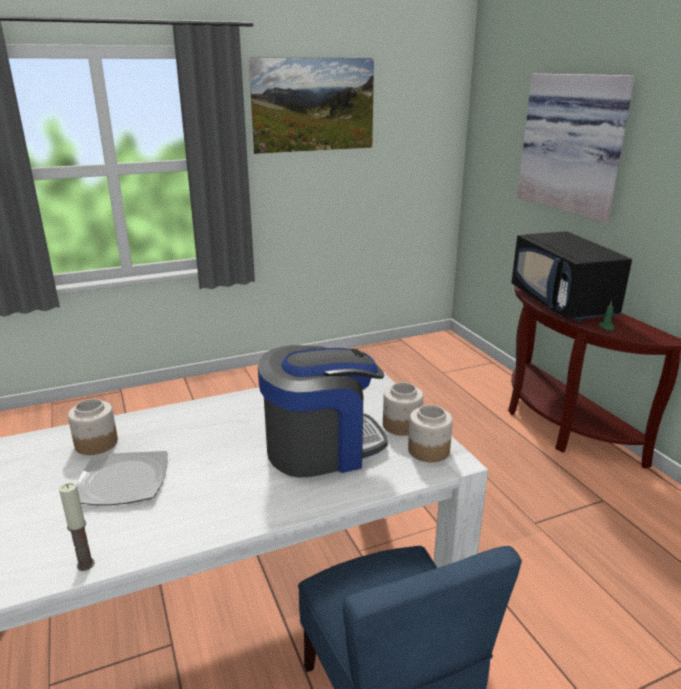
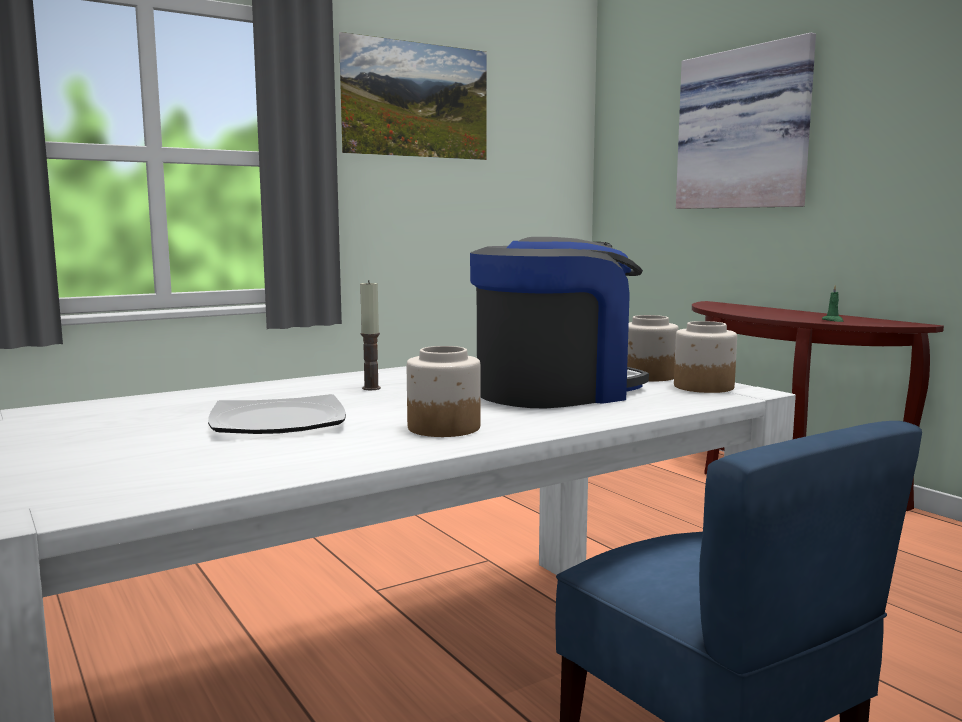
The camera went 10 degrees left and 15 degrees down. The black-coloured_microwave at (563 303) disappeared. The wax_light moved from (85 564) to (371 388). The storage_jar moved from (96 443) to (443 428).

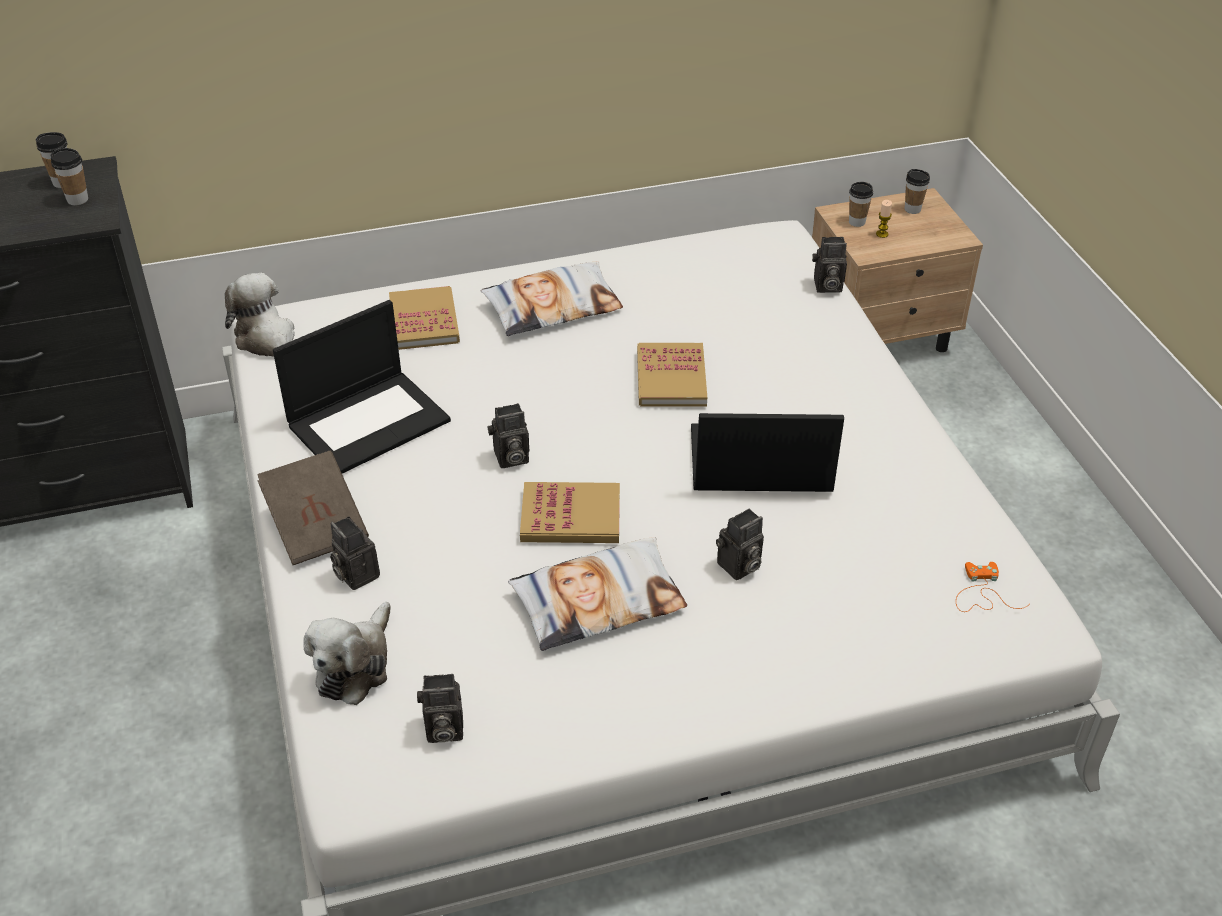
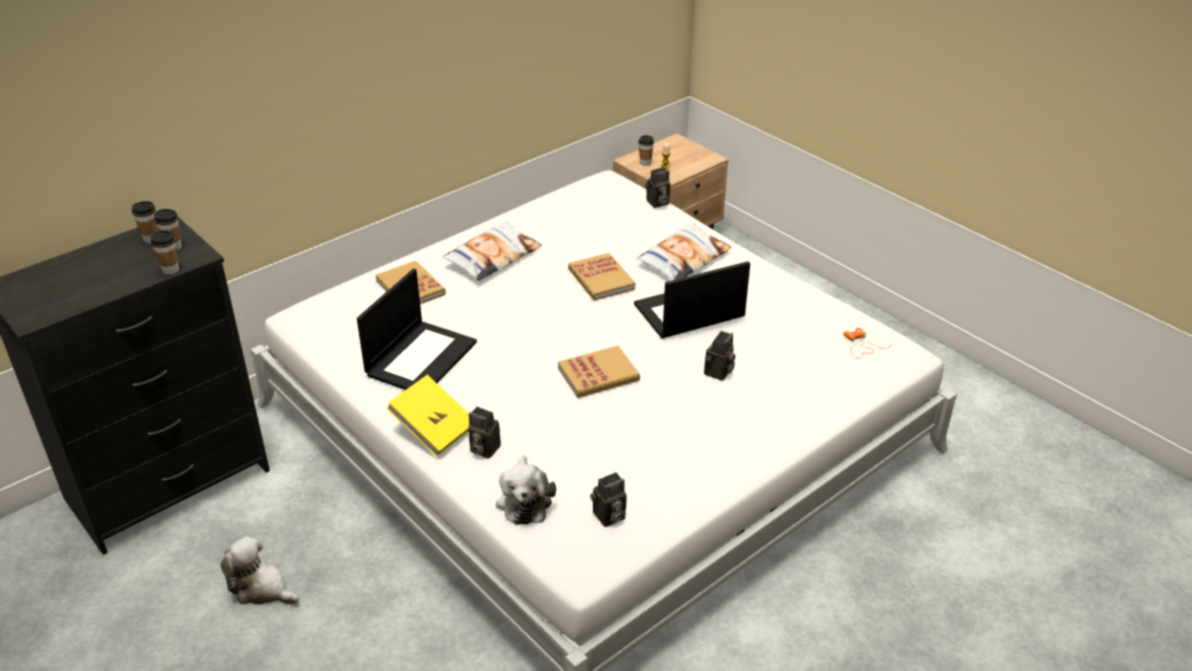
The camera went 25 degrees left and 5 degrees down. The still_camera at (510 458) disappeared. The cuddly_toy moved from (268 340) to (261 588). The pillow moved from (598 601) to (684 259). The drinking_cup moved from (912 209) to (170 270). The brownish_bound_book at (316 526) became the yellow_bound_book at (434 429).

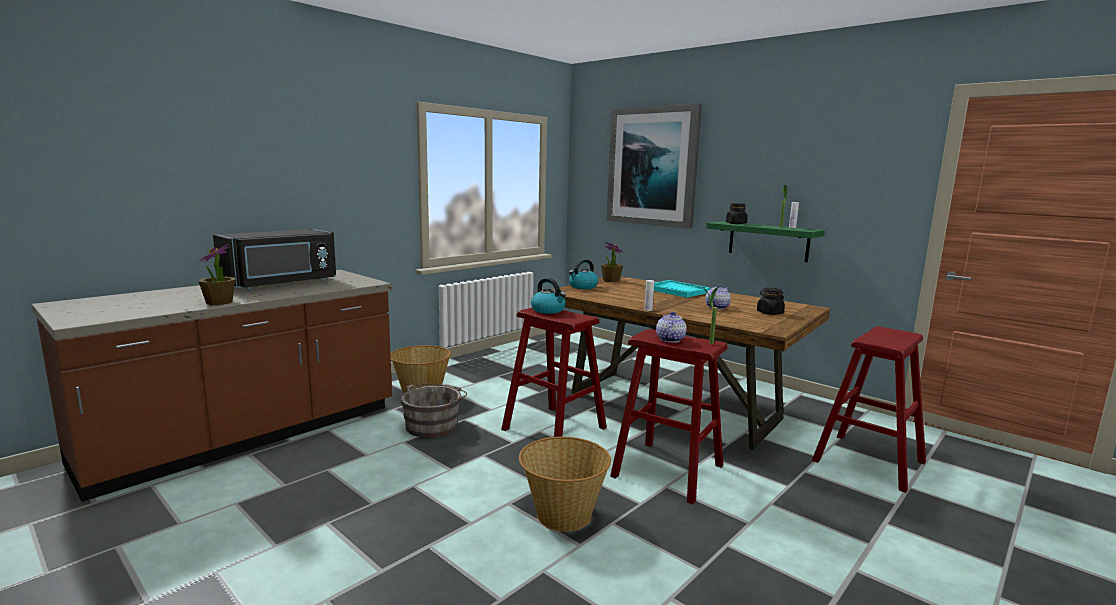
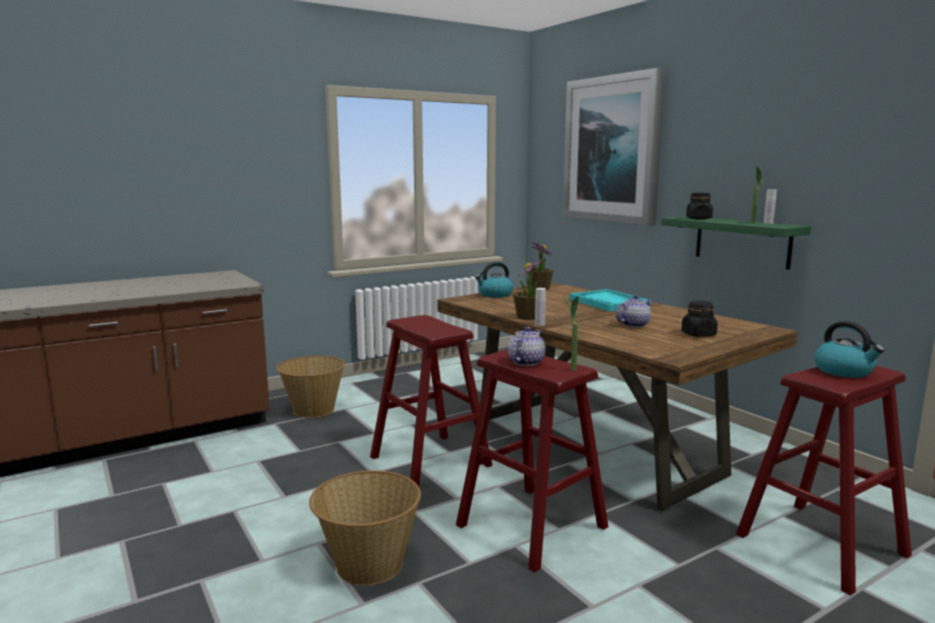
The camera went 15 degrees right and 0 degrees up. The black-coloured_microwave at (281 283) disappeared. The grey_bucket at (434 425) disappeared. The plant_in_a_pot moved from (219 302) to (528 317). The tea_kettle moved from (548 310) to (844 371).

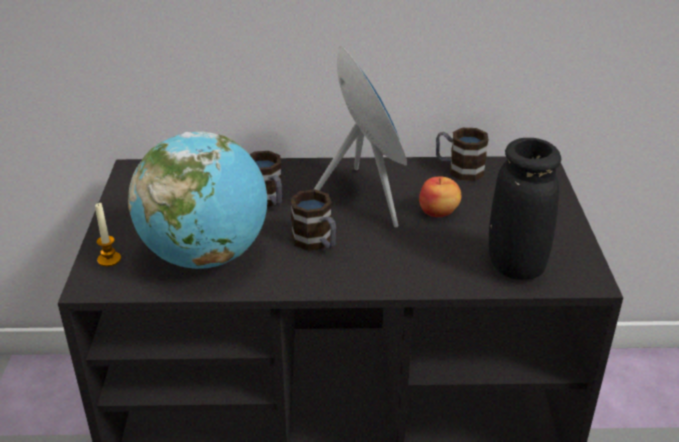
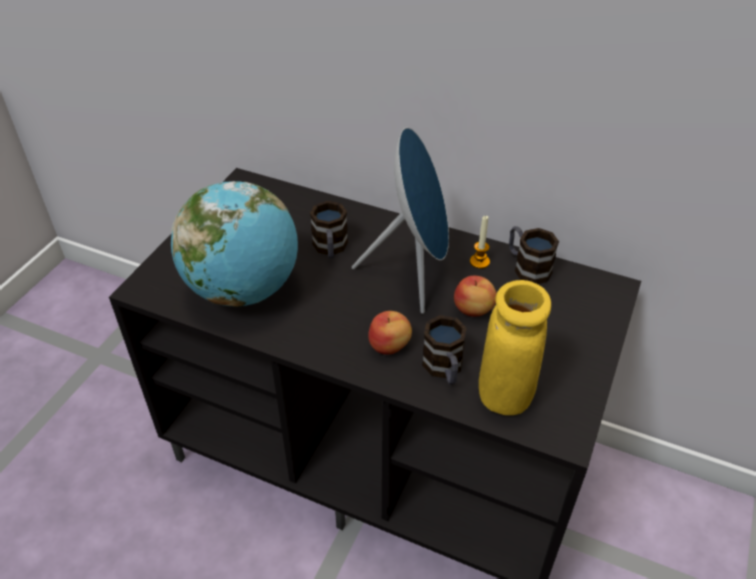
The camera went 25 degrees right and 10 degrees up. The apple_fruit at (390 346) appeared. The wax_light moved from (109 259) to (479 262). The tea_mug moved from (317 243) to (444 369). The black-coloured_vase at (515 265) became the yellow_vase at (505 394).

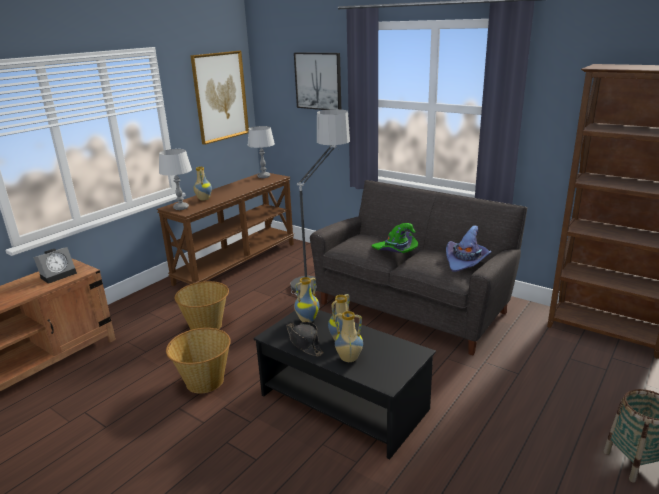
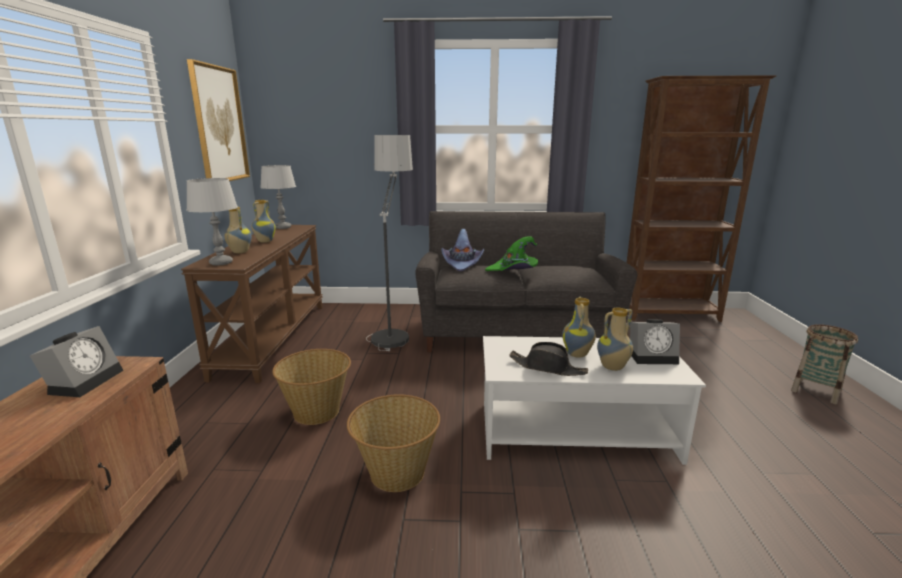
The camera went 35 degrees left and 5 degrees down. The picture at (318 81) disappeared. The bedside_clock at (653 356) appeared. The vase moved from (307 319) to (265 241). The purplish_wearable_hat moved from (466 261) to (462 263). The black-coloured_low_table at (344 402) became the white-coloured_low_table at (576 431).

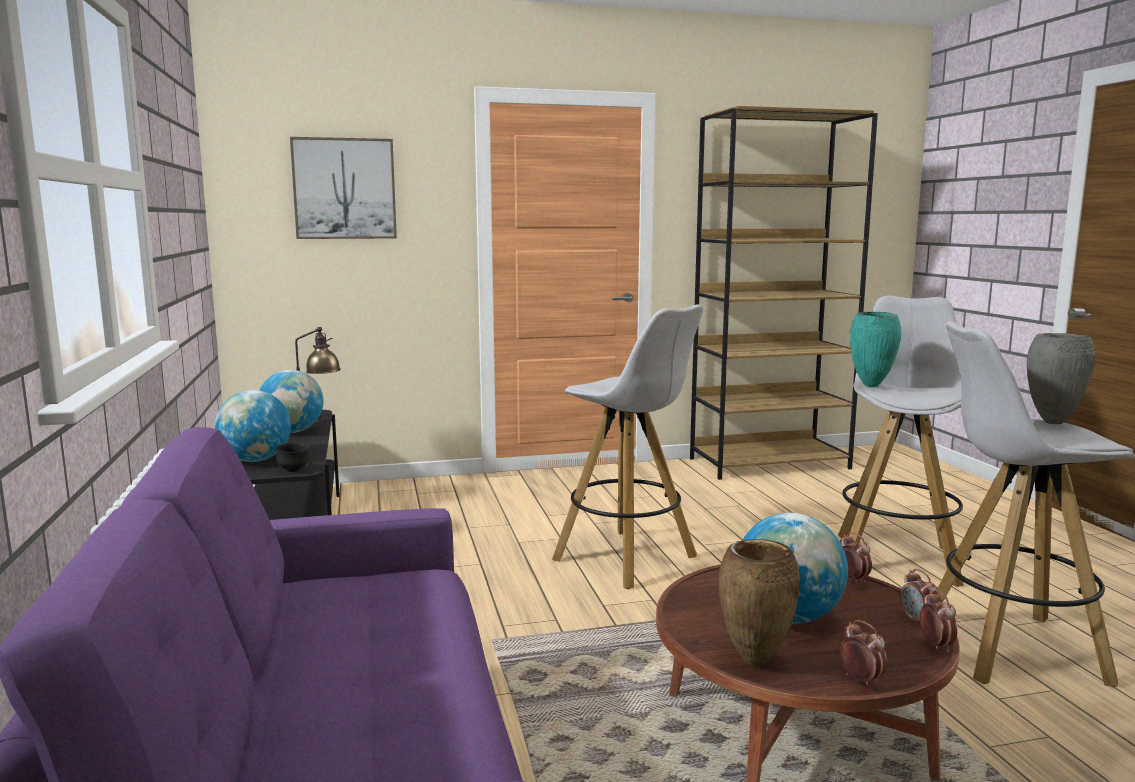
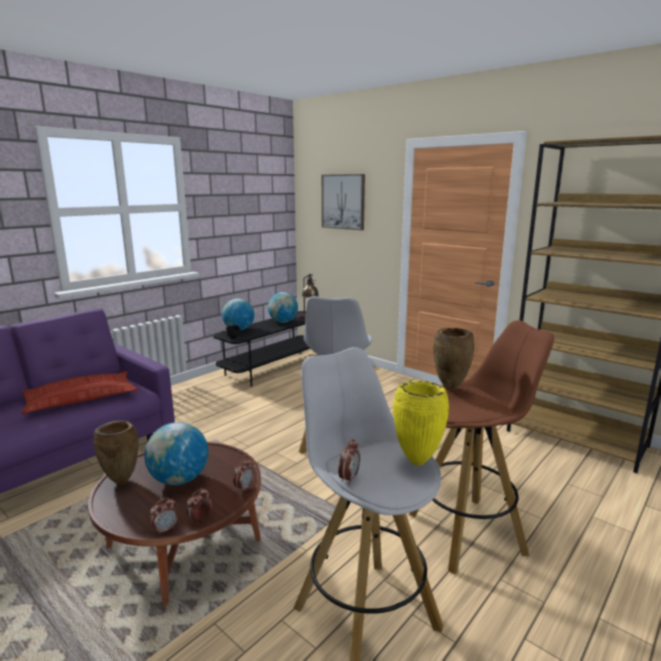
The camera went 55 degrees right and 5 degrees up. The pillow at (81 398) appeared. The bedside_clock moved from (861 680) to (349 478). The white-coloured_stool at (895 559) became the brownish_stool at (467 533). The turquoise_vase at (872 386) became the brownish_vase at (450 388). The grey_vase at (1051 422) became the yellow_vase at (417 461).

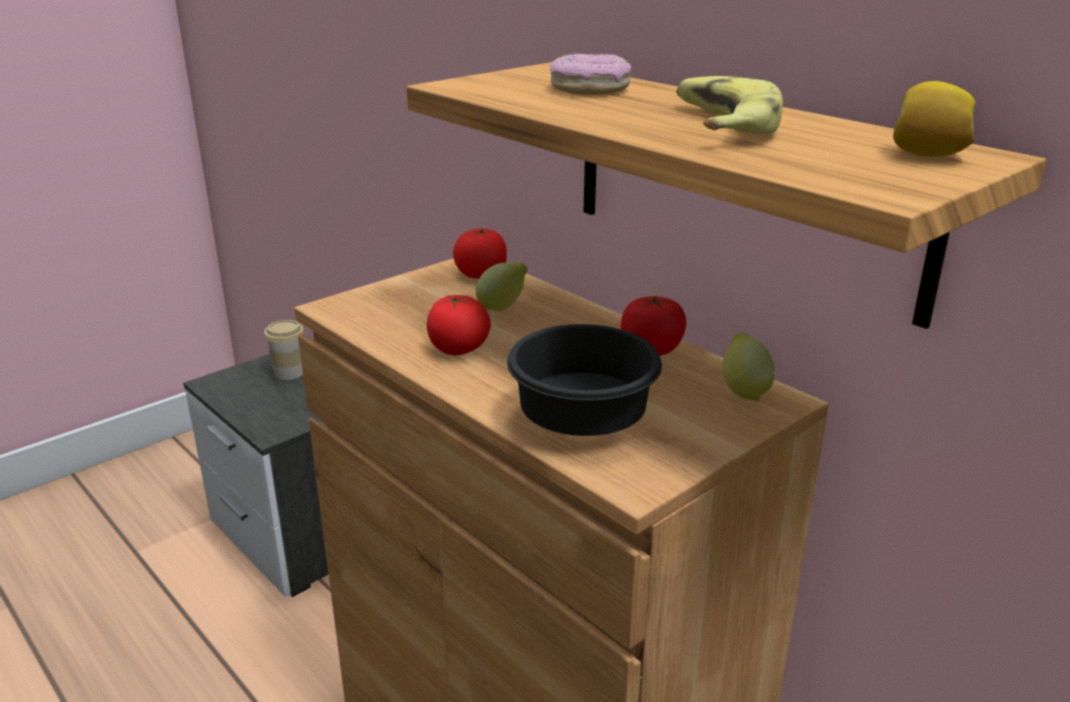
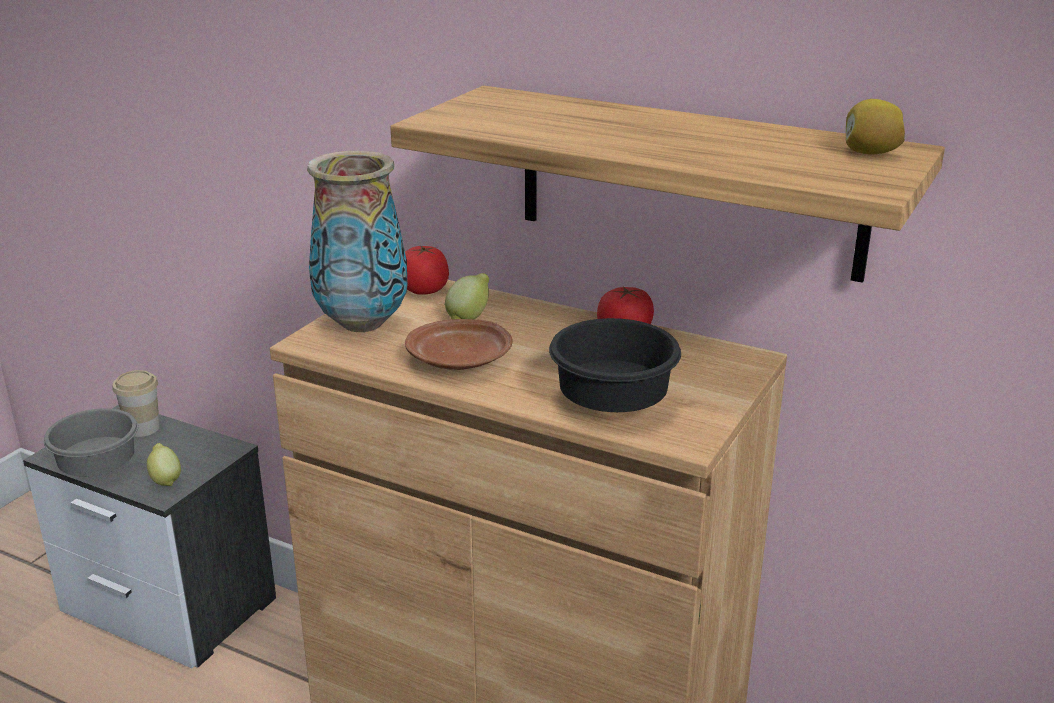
The camera went 20 degrees left and 0 degrees up. The ring_doughnut at (590 88) disappeared. The banana at (720 125) disappeared. The grey_serving_bowl at (96 465) appeared. The vase at (363 324) appeared. The citrus_fruit moved from (744 391) to (165 480). The whole_tomato at (458 349) was replaced by the brownish_plate at (461 360).

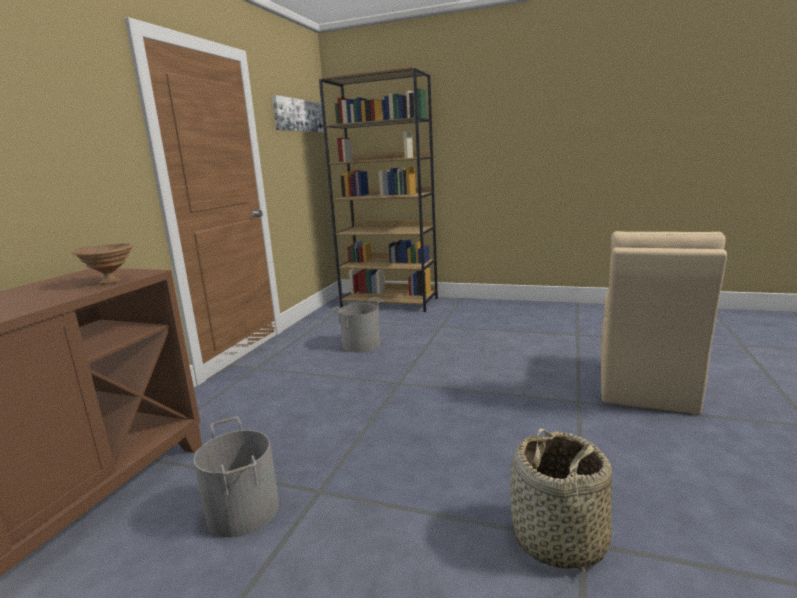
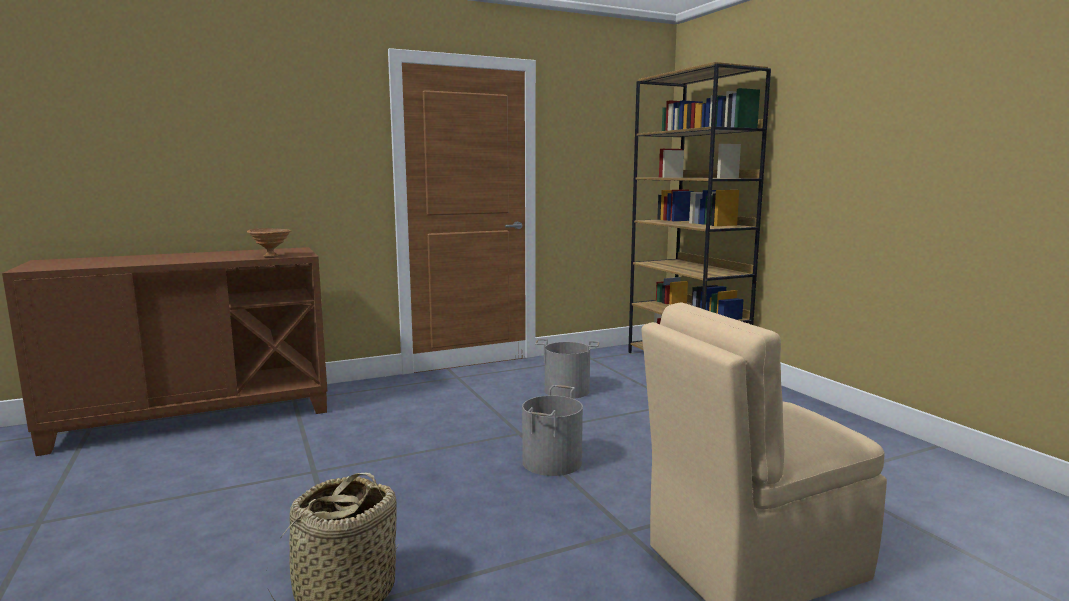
The camera went 45 degrees right and 5 degrees down. The picture at (298 115) disappeared. The grey_bucket moved from (242 511) to (551 462).

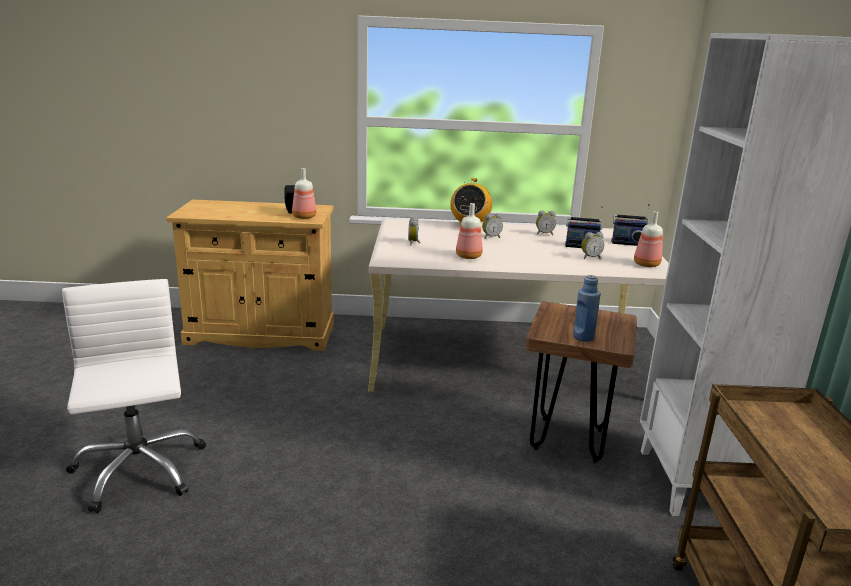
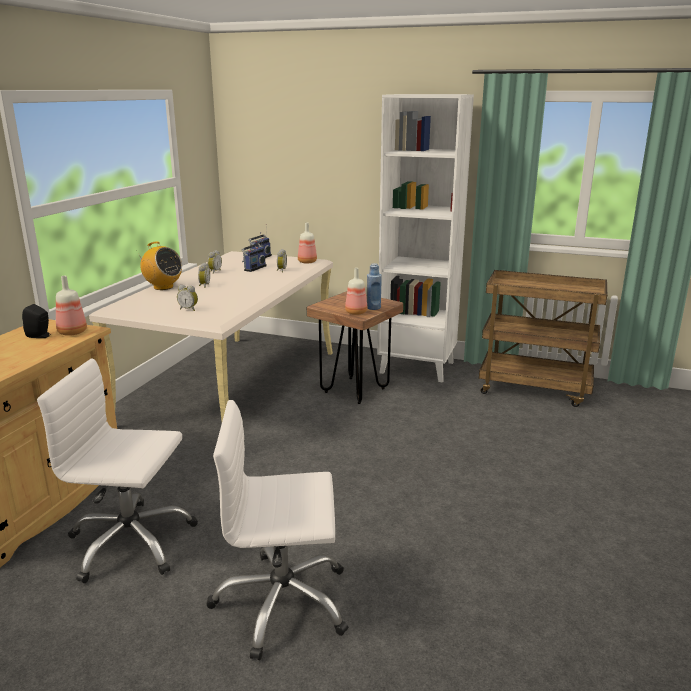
The camera went 70 degrees left and 0 degrees up. The white-coloured_computer_chair at (131 542) appeared. The drink_bottle moved from (468 257) to (356 312).

